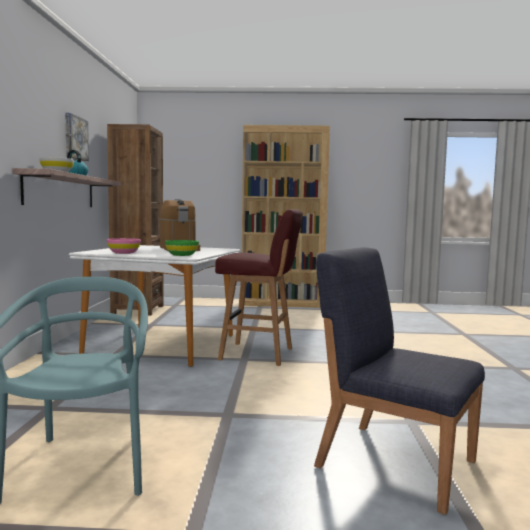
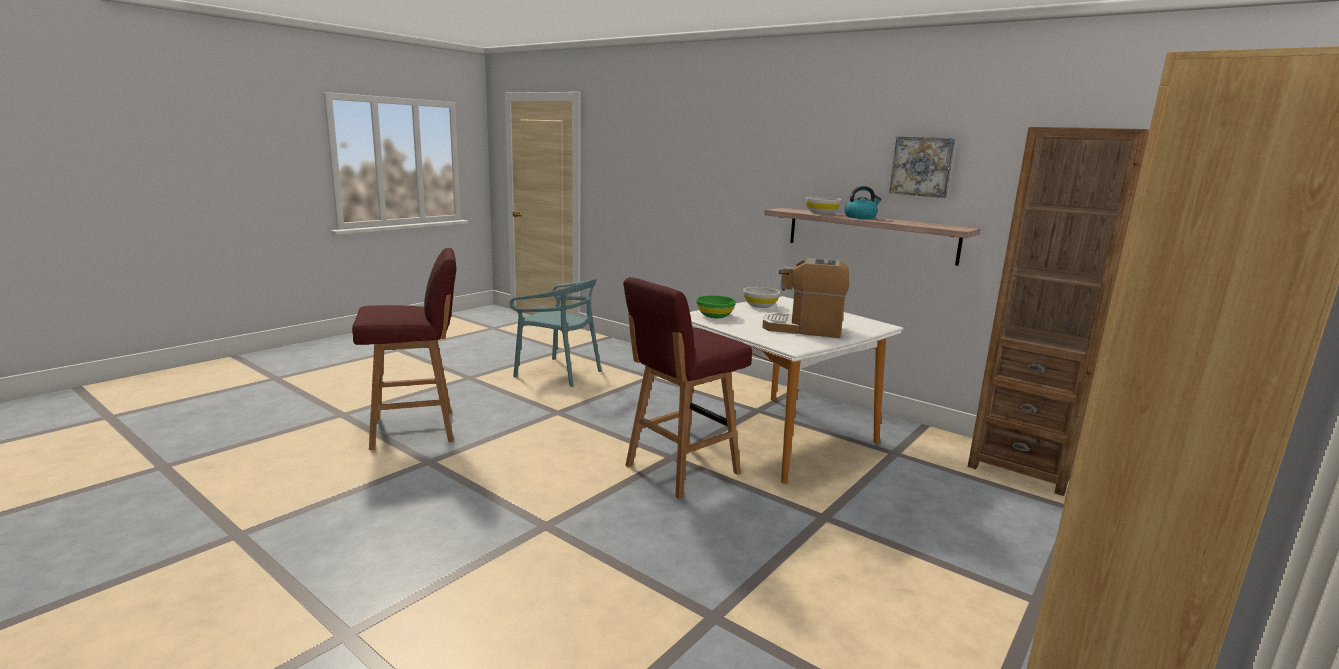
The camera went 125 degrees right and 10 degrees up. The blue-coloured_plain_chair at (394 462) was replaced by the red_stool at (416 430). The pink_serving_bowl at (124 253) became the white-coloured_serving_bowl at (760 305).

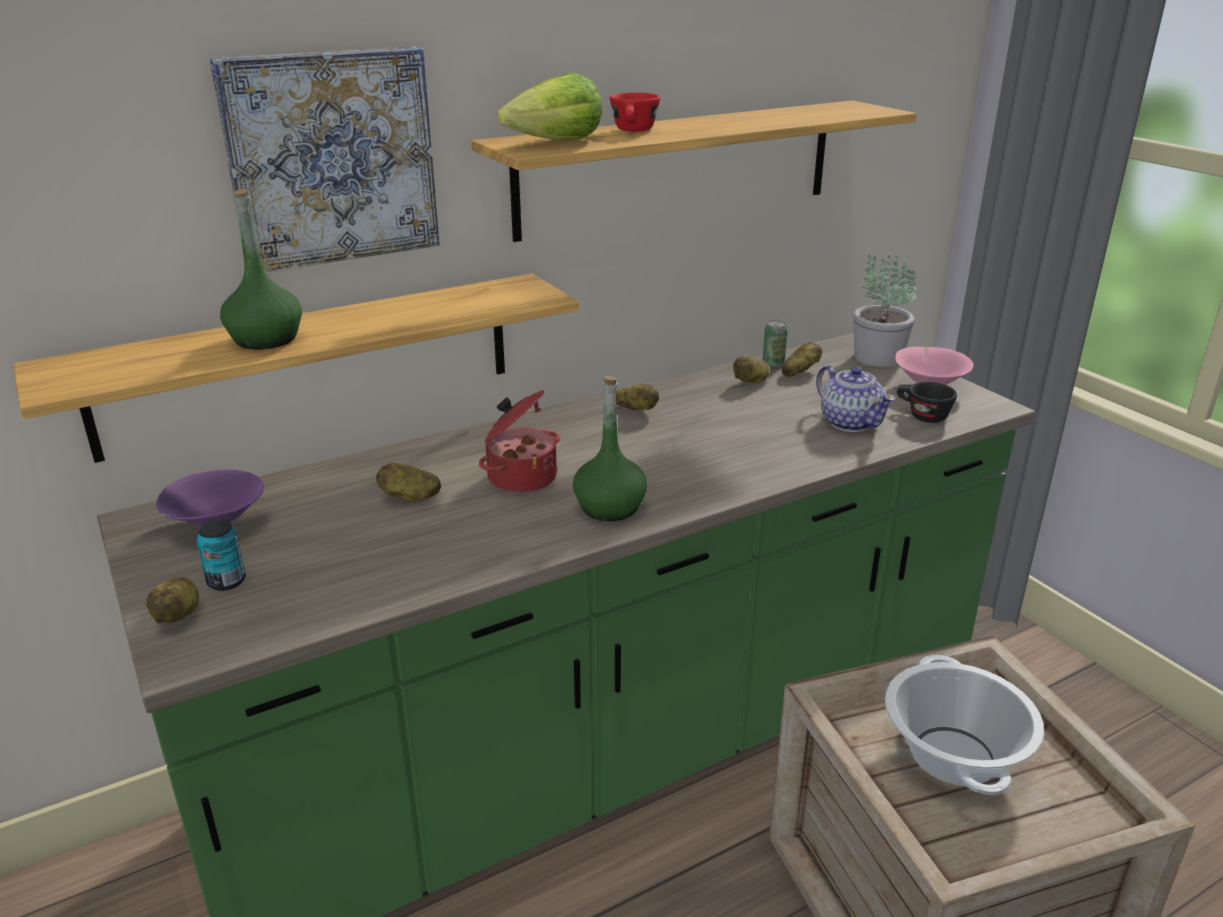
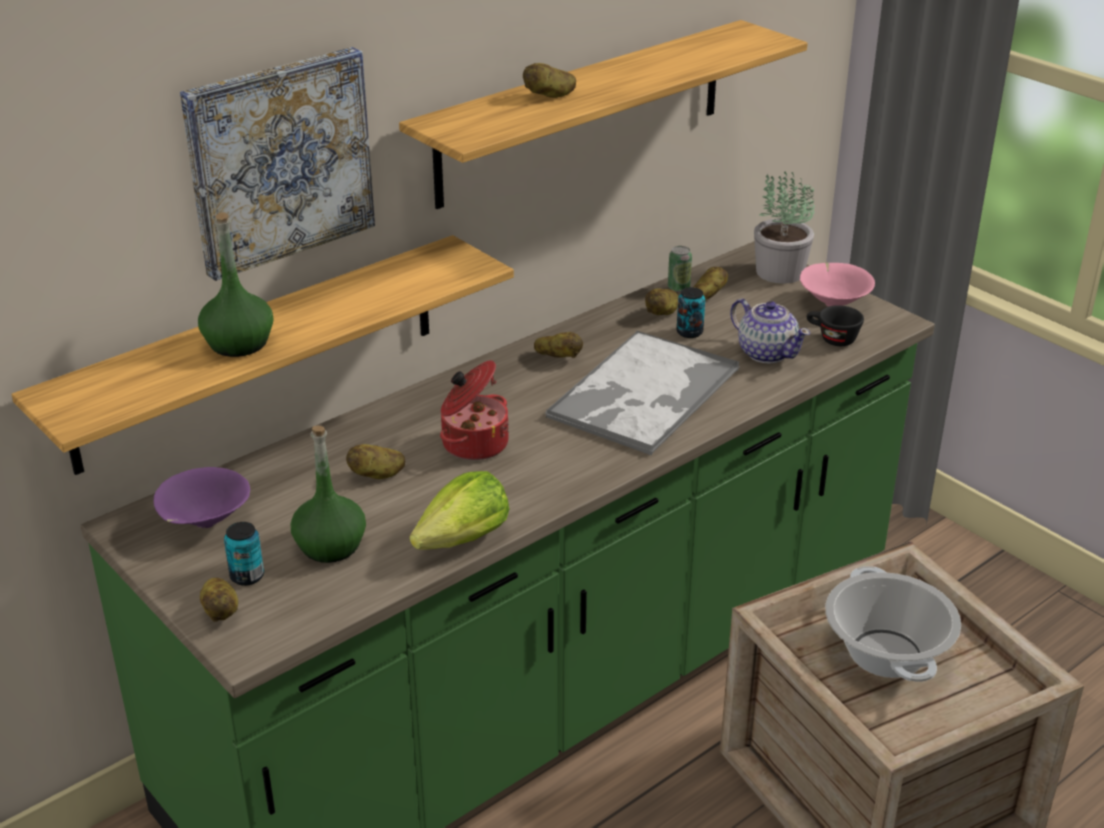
The camera went 10 degrees left and 5 degrees up. The serving_tray at (643 394) appeared. The can at (689 332) appeared. The head_of_lettuce moved from (556 143) to (464 539). The green_drink_bottle moved from (610 507) to (330 545). The red_drinking_cup at (634 131) was replaced by the spud at (550 96).

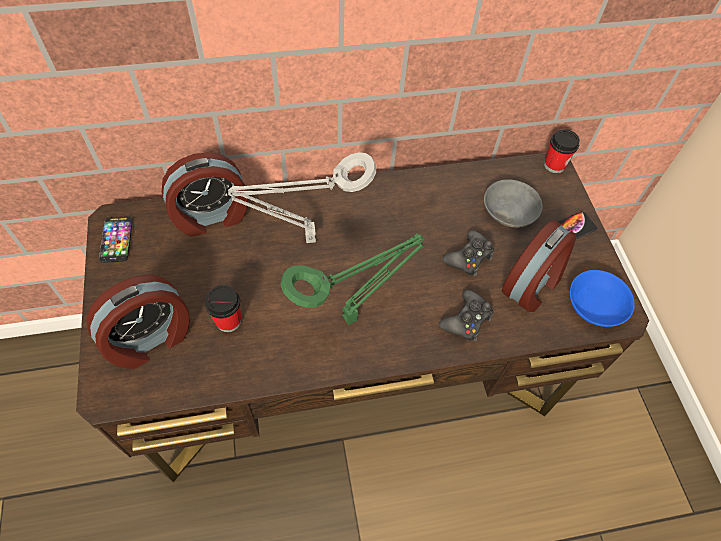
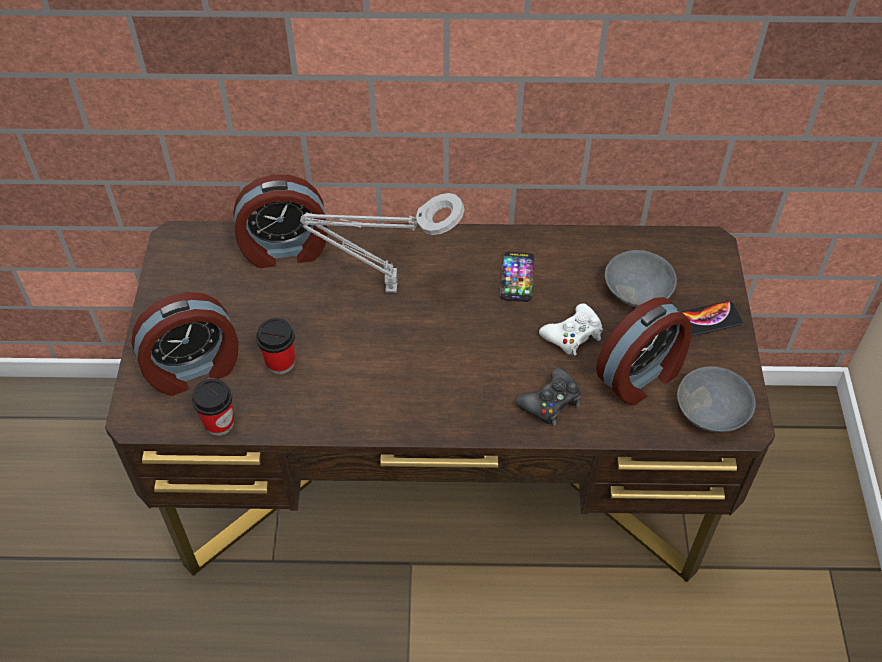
The camera went 15 degrees right and 5 degrees down. The green_tabletop_lamp at (353 316) disappeared. The phone moved from (116 240) to (517 277). The drinking_cup moved from (554 165) to (219 423). The black-coloured_game_controller at (469 258) became the white-coloured_game_controller at (573 335). The blue-coloured_serving_bowl at (594 304) became the grey_serving_bowl at (711 408).

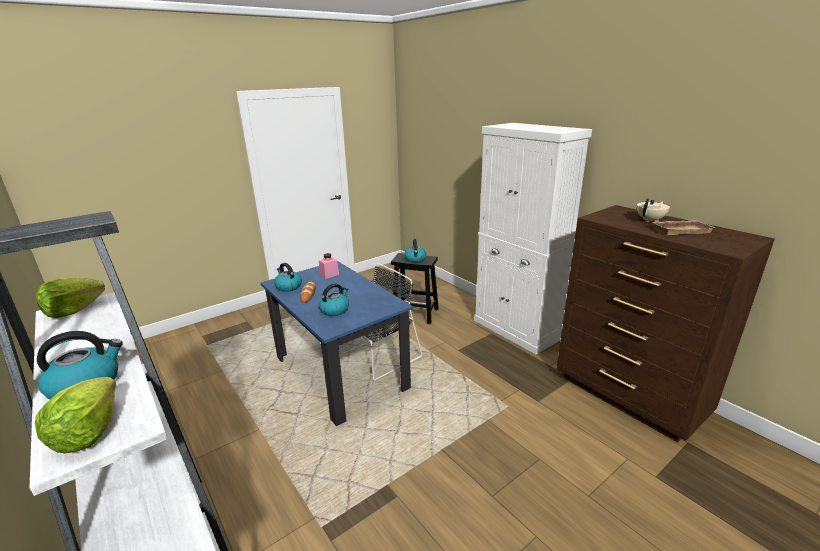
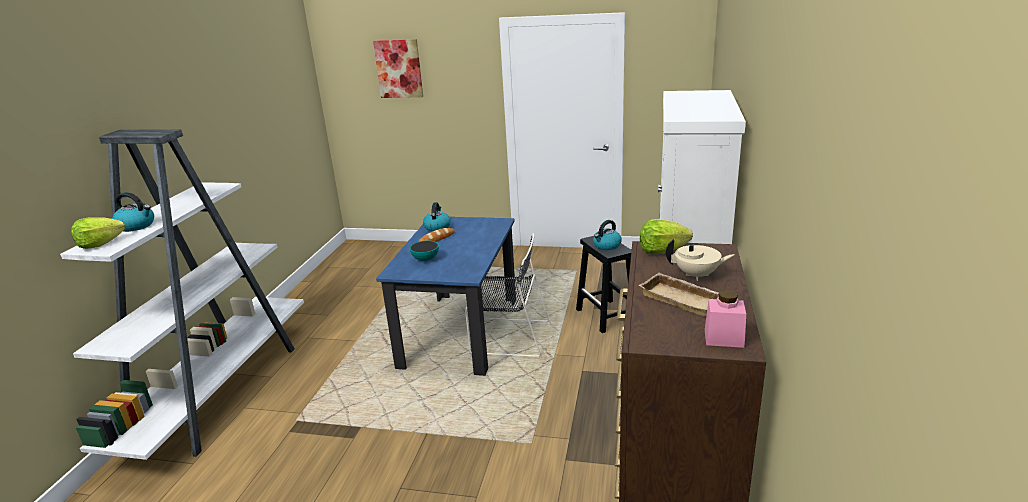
The camera went 50 degrees right and 0 degrees up. The picture at (399 69) appeared. The head_of_lettuce moved from (74 310) to (662 251). The pink_storage_jar moved from (329 275) to (724 338). The tea_kettle at (335 310) was replaced by the serving_bowl at (425 259).

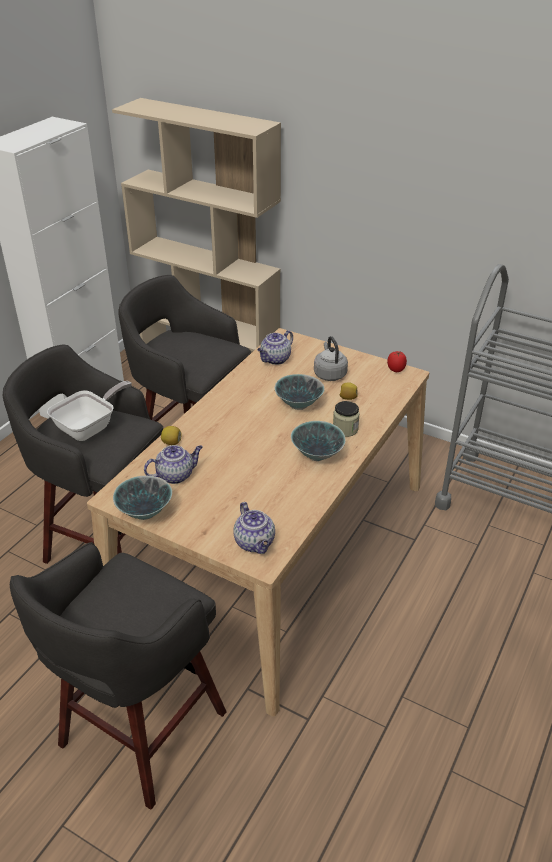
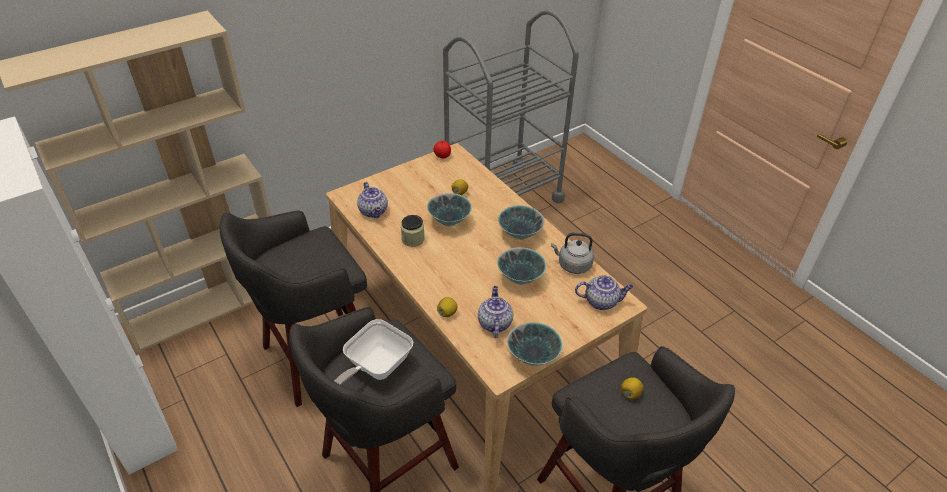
The camera went 65 degrees left and 5 degrees up. The serving_bowl at (520 278) appeared. The citrus_fruit at (630 393) appeared. The grey_tea_kettle moved from (329 374) to (572 265). The storage_jar moved from (345 429) to (413 239). The pan at (90 427) turned 120 degrees counterclockwise.

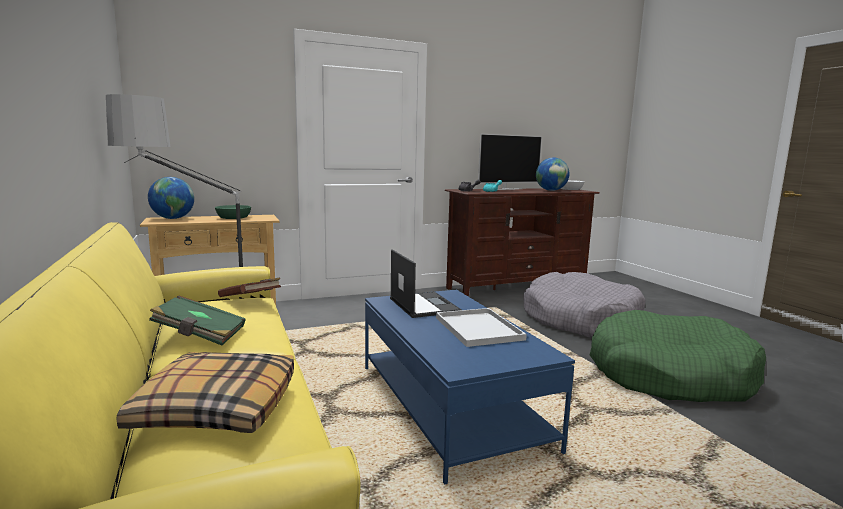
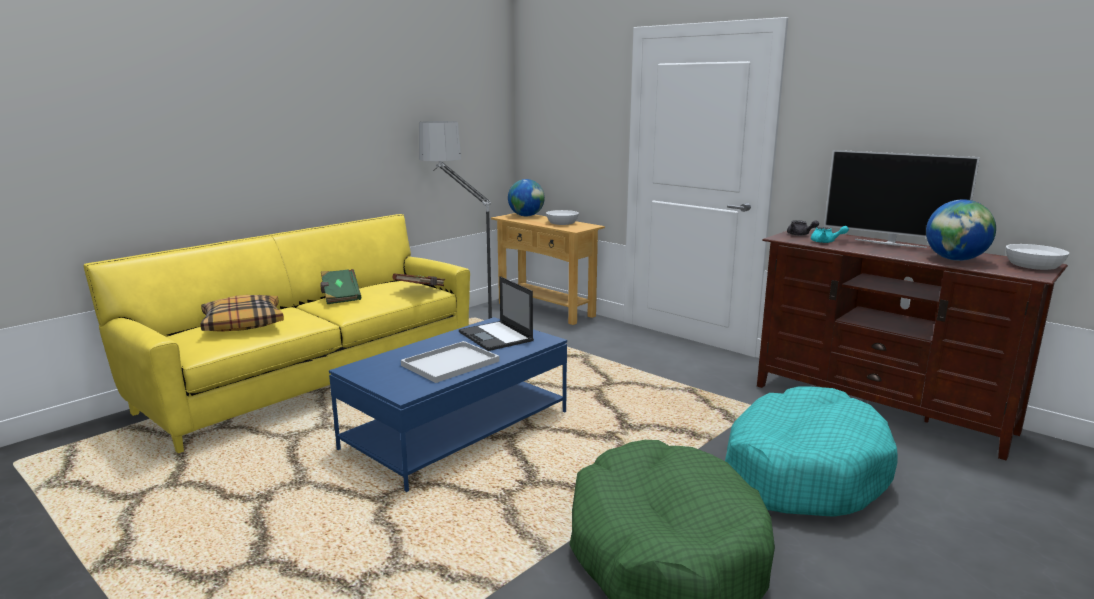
The camera went 65 degrees right and 5 degrees up. The green_serving_bowl at (233 217) became the white-coloured_serving_bowl at (561 223). The grey_dog_cushion at (580 320) became the turquoise_dog_cushion at (802 471). The portable_computer at (423 305) turned 105 degrees clockwise.

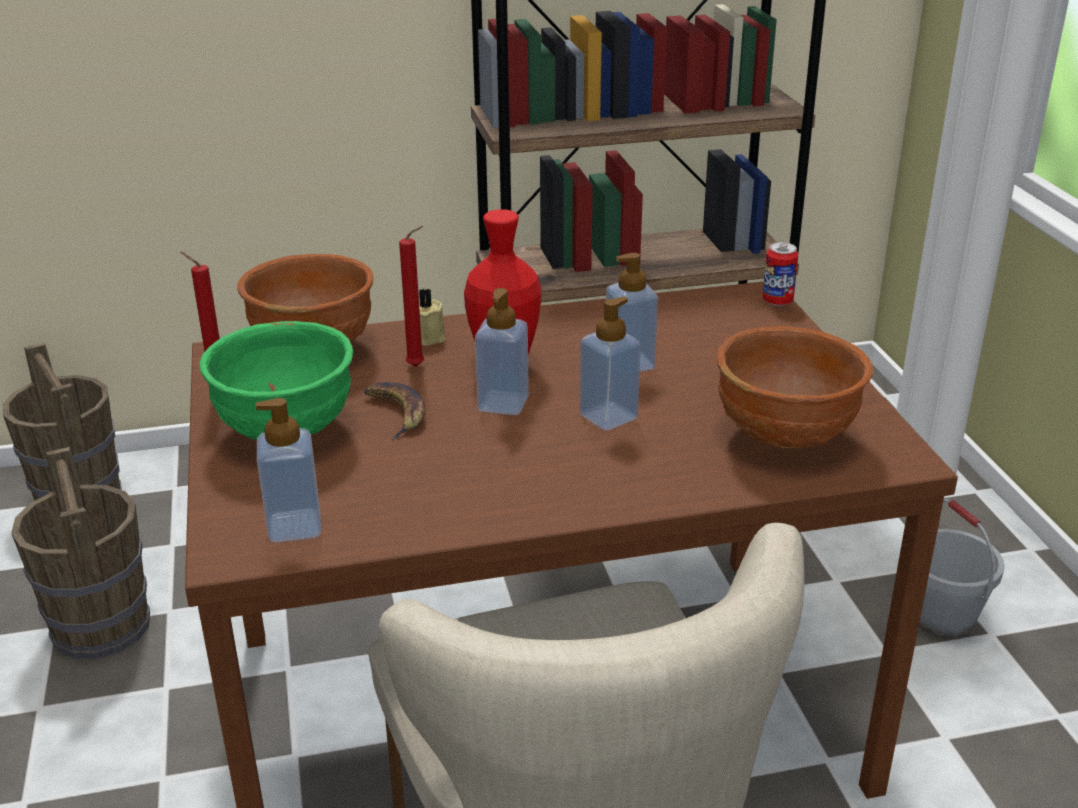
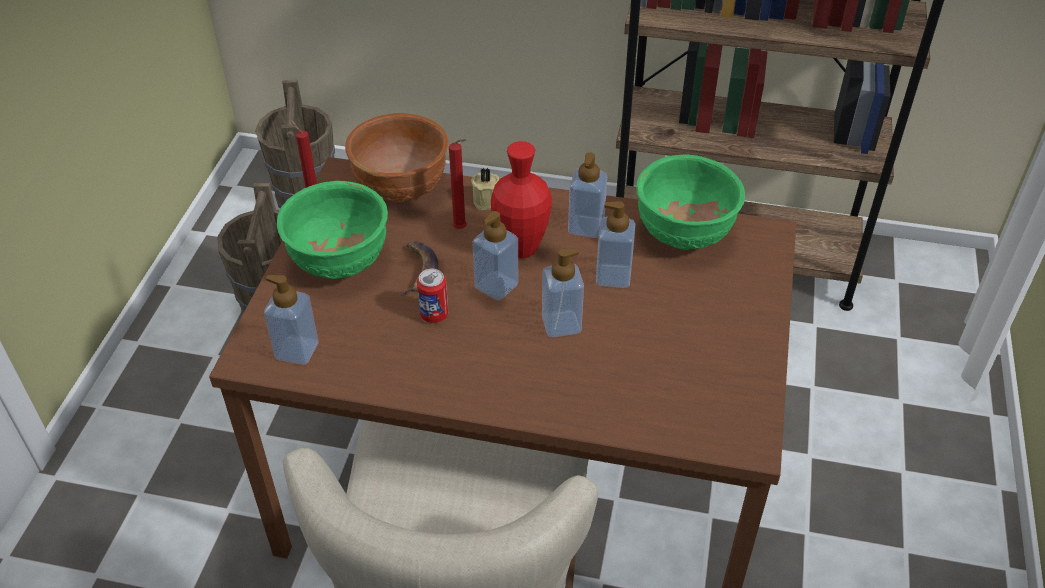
The camera went 25 degrees right and 15 degrees up. The brownish_serving_bowl at (787 437) disappeared. The grey_bucket at (943 618) disappeared. The soap_dispenser at (586 227) appeared. The green_serving_bowl at (684 236) appeared. The can moved from (777 301) to (434 315).

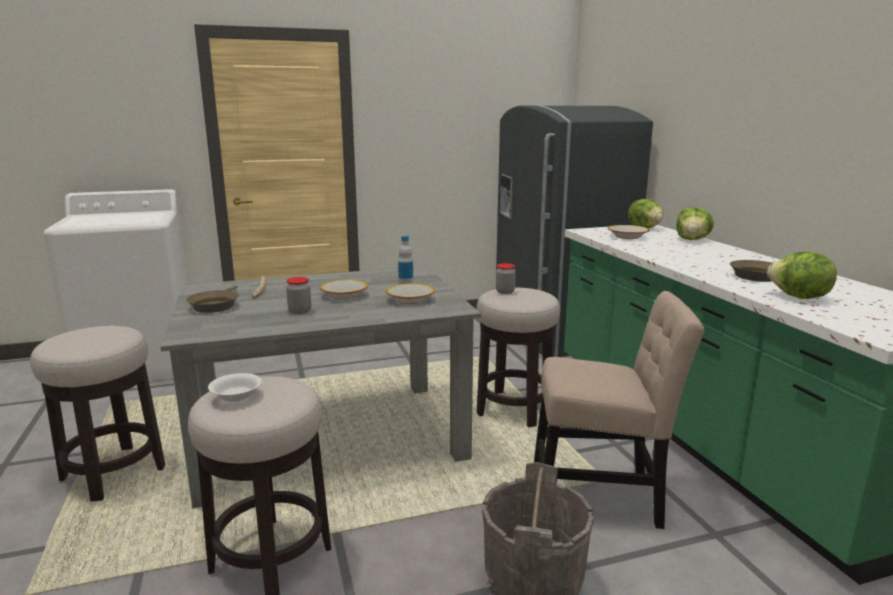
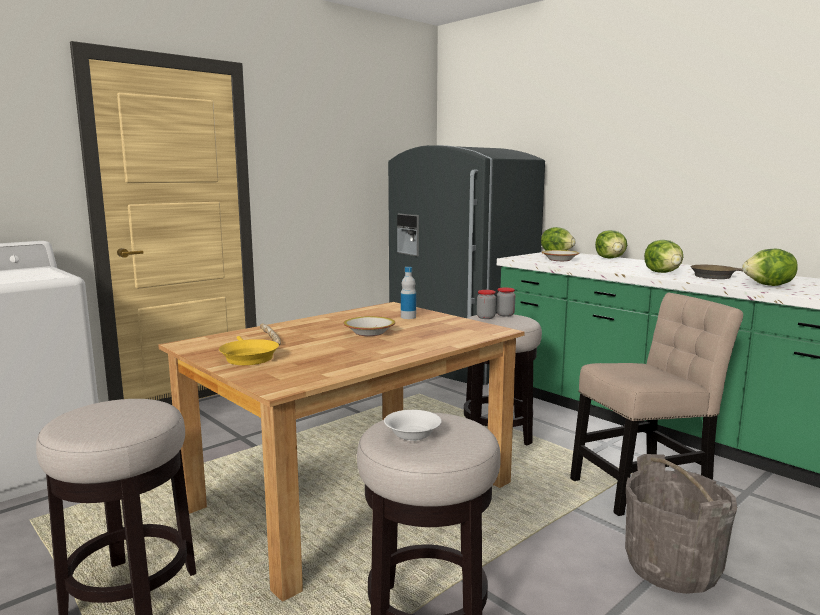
The camera went 25 degrees left and 5 degrees down. The serving_bowl at (410 299) disappeared. The head_of_lettuce at (663 272) appeared. The storage_jar moved from (300 311) to (505 315). The grey_kitchen_table at (327 438) became the brownish_kitchen_table at (351 496). The brownish_pan at (215 305) became the yellow_pan at (248 357).

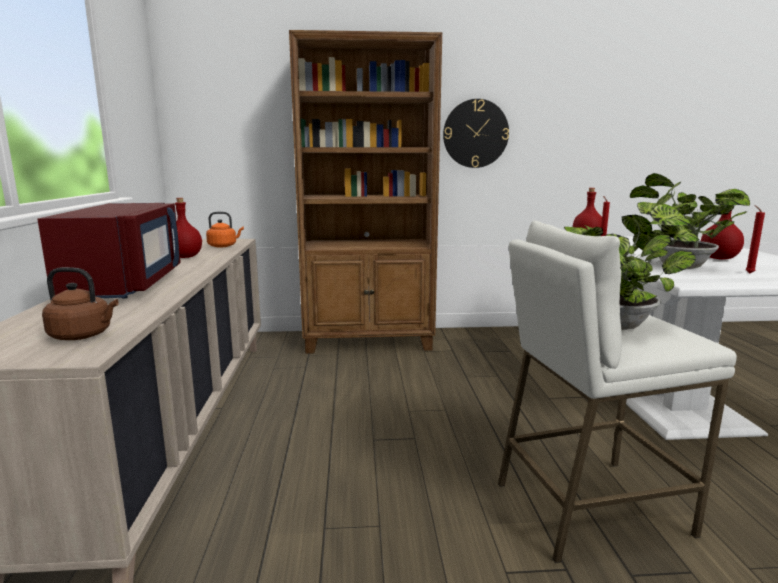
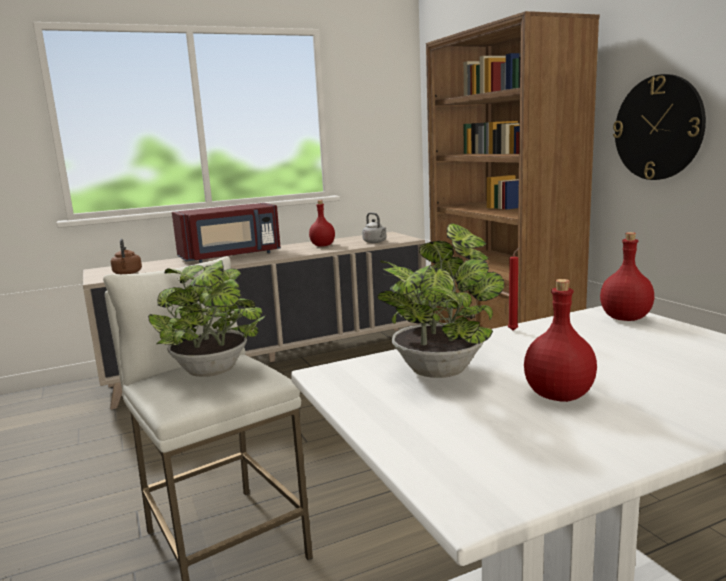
The camera went 70 degrees right and 0 degrees up. The red_wax_light at (748 273) disappeared. The orangey_tea_kettle at (224 246) became the grey_tea_kettle at (375 242).

